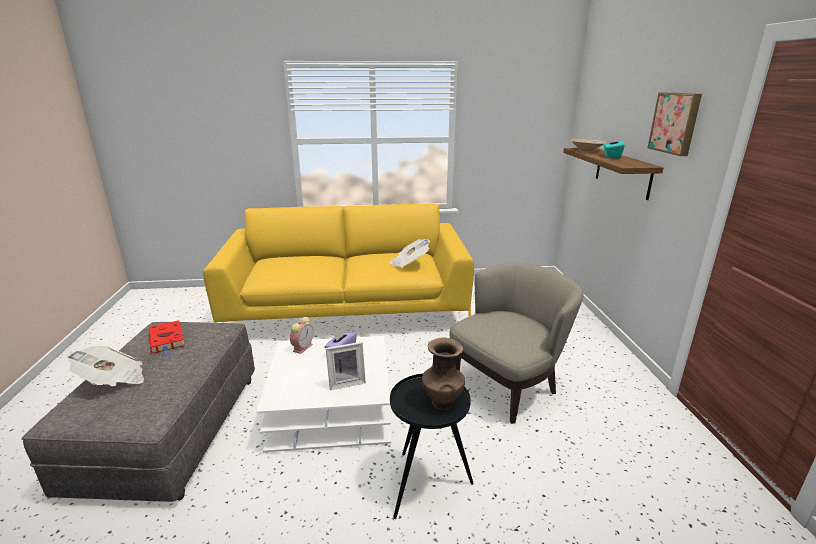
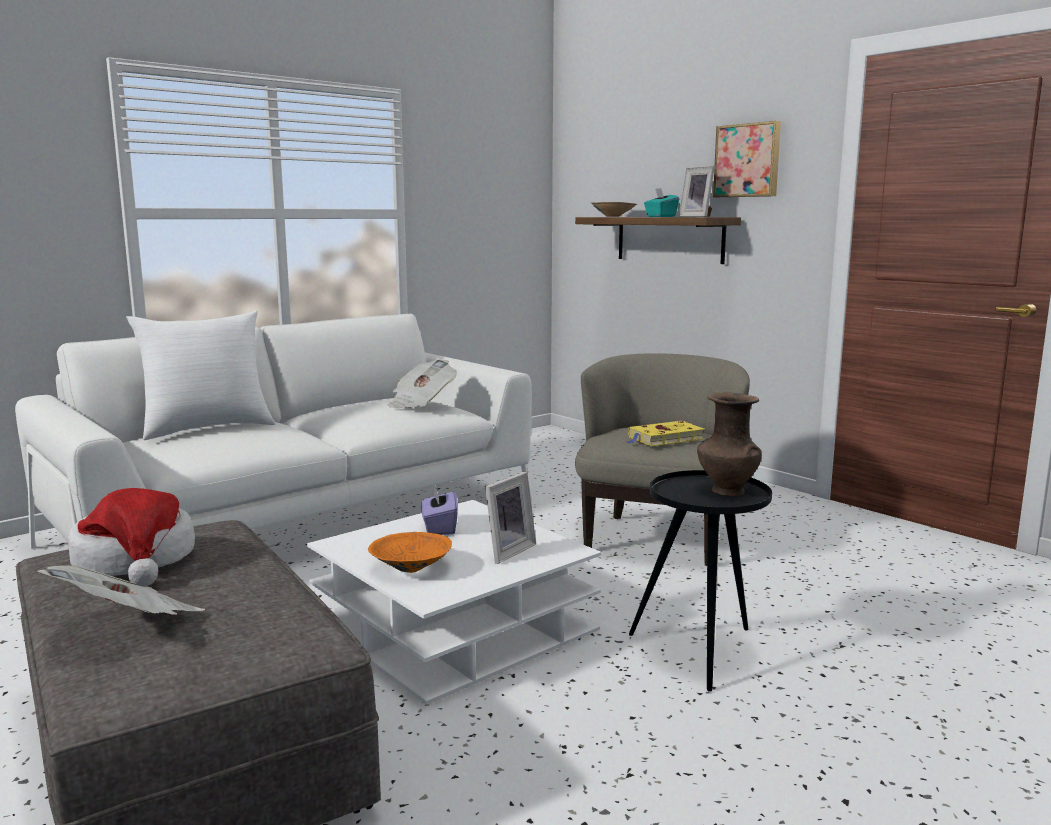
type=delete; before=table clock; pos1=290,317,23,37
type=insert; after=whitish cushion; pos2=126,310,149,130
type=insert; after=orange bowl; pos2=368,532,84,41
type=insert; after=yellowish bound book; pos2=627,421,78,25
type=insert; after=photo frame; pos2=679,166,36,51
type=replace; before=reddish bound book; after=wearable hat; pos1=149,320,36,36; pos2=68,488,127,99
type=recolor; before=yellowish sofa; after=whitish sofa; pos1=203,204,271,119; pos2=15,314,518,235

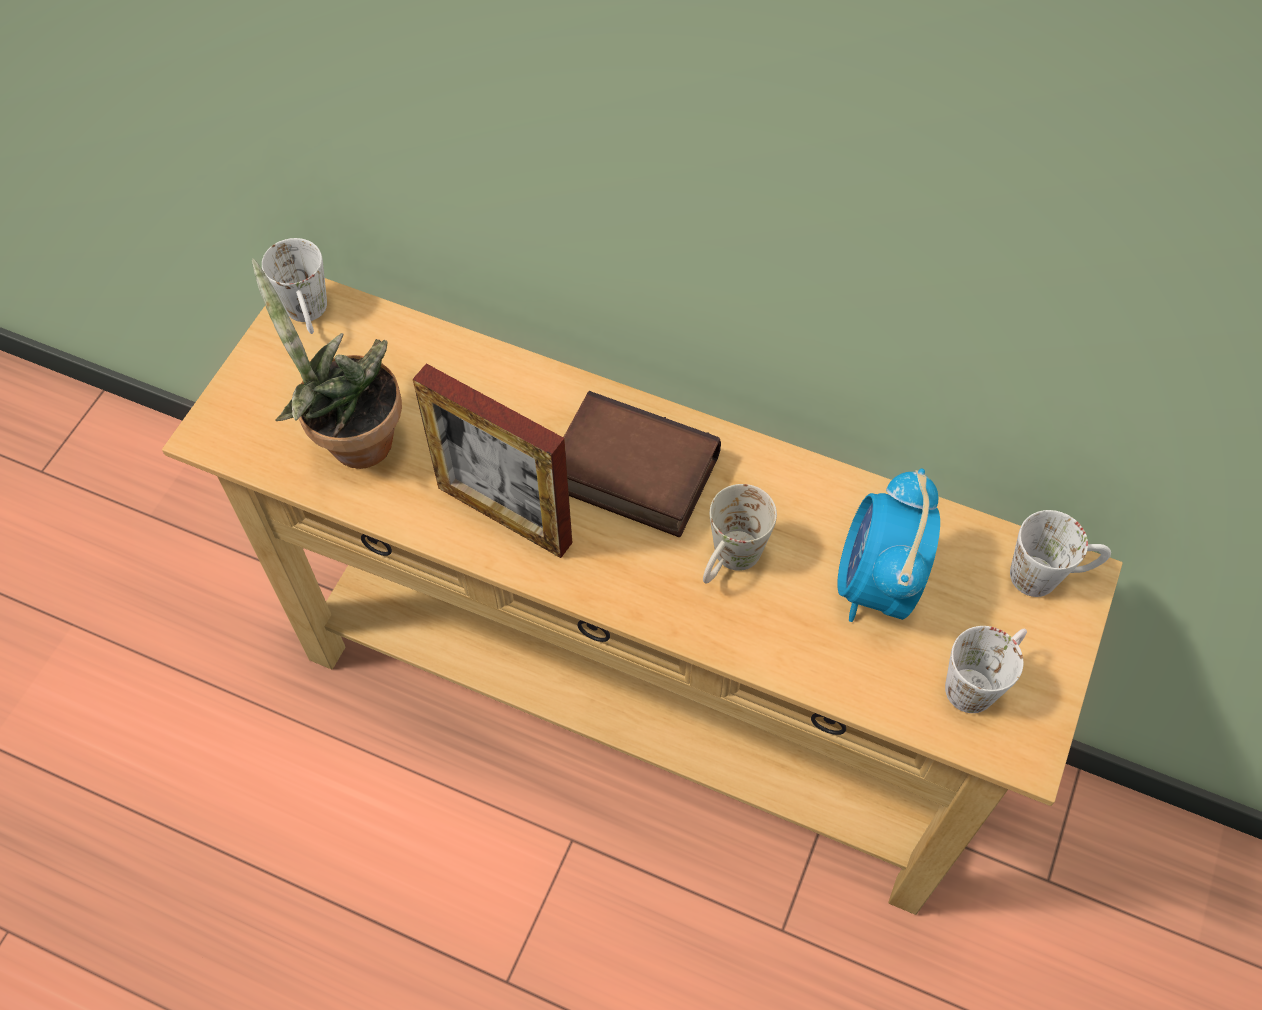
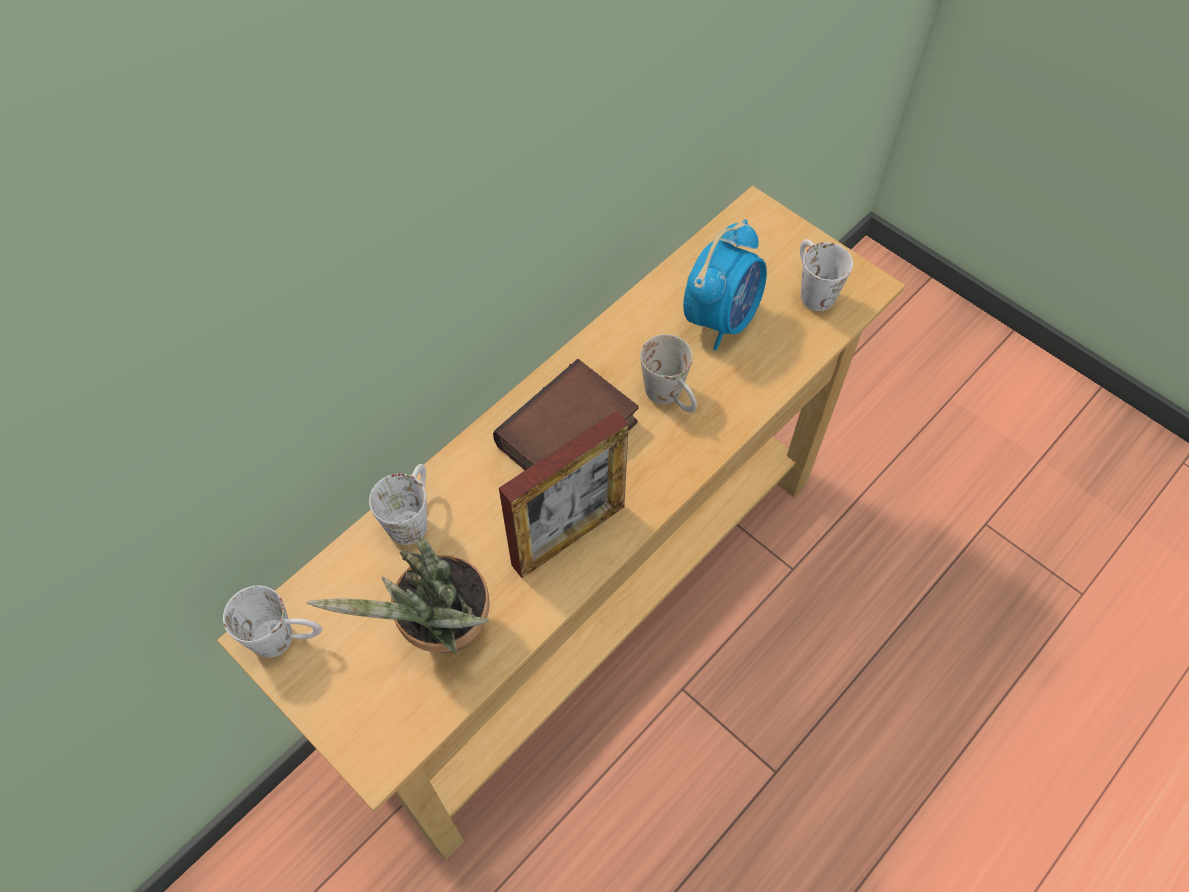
type=move; before=whitish coffee mug; pos1=1010,510,101,87; pos2=369,464,58,81
type=rotate; before=table clock; pos1=837,468,103,154; pos2=683,219,84,132; turn=-90

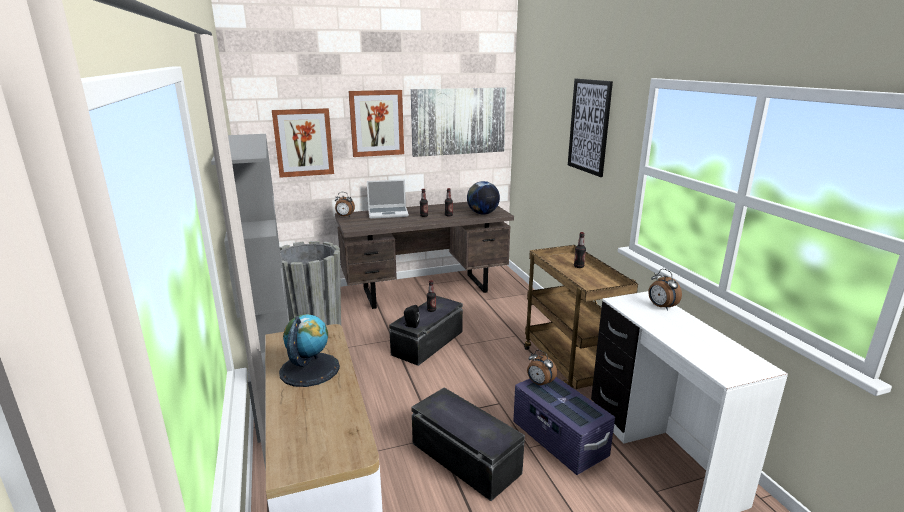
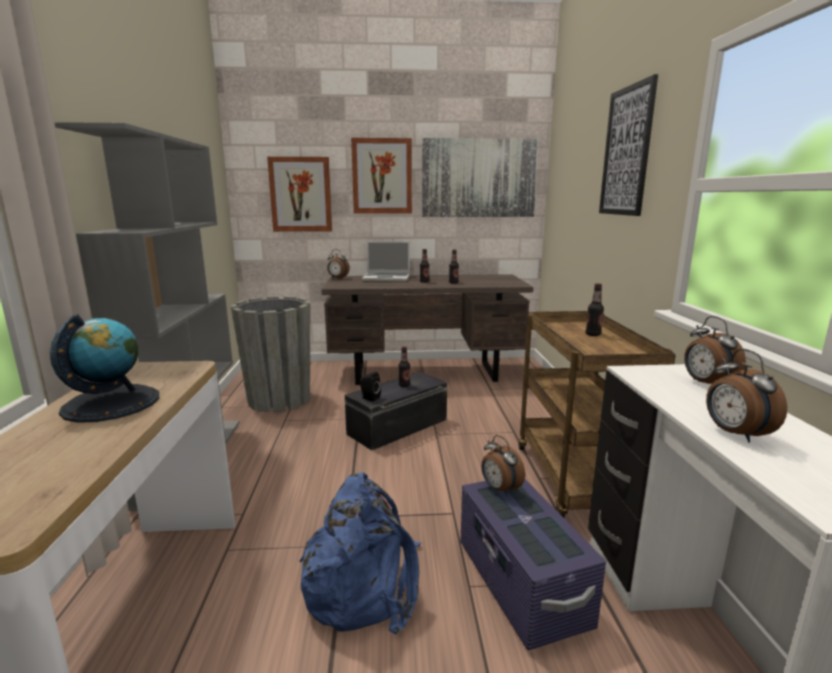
type=delete; before=world globe; pos1=467,181,33,34
type=insert; after=table clock; pos2=706,349,81,93
type=replace; before=black-coloured storage box; after=bluish rucksack; pos1=411,387,114,114; pos2=299,472,122,162

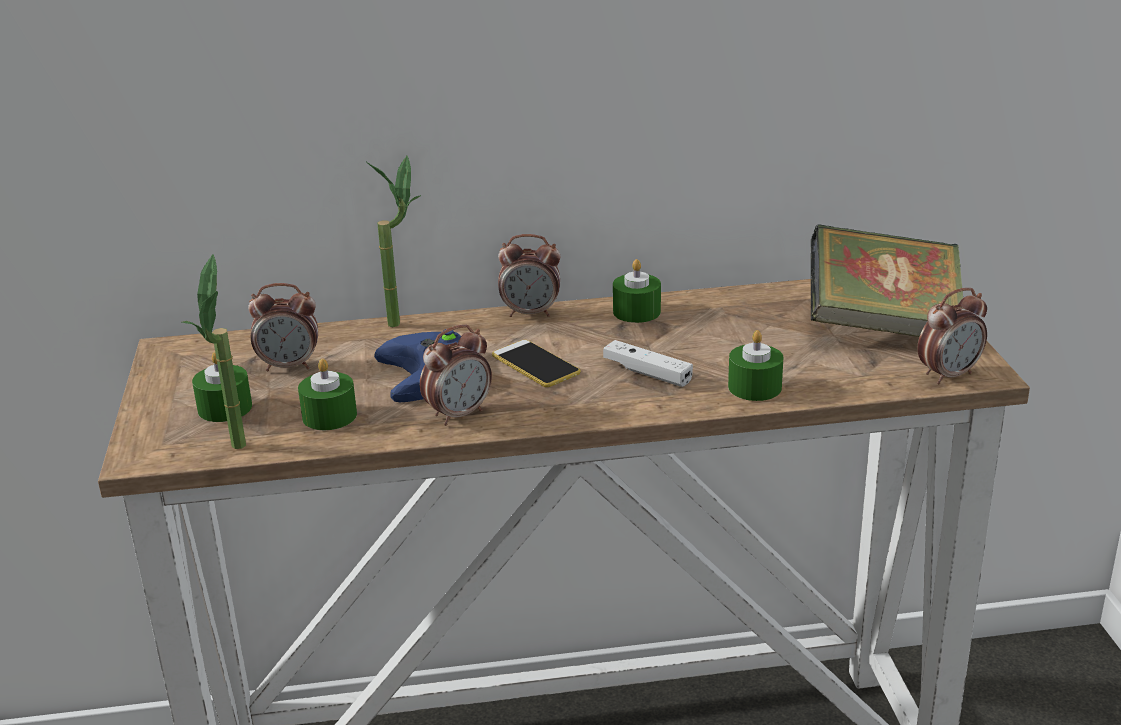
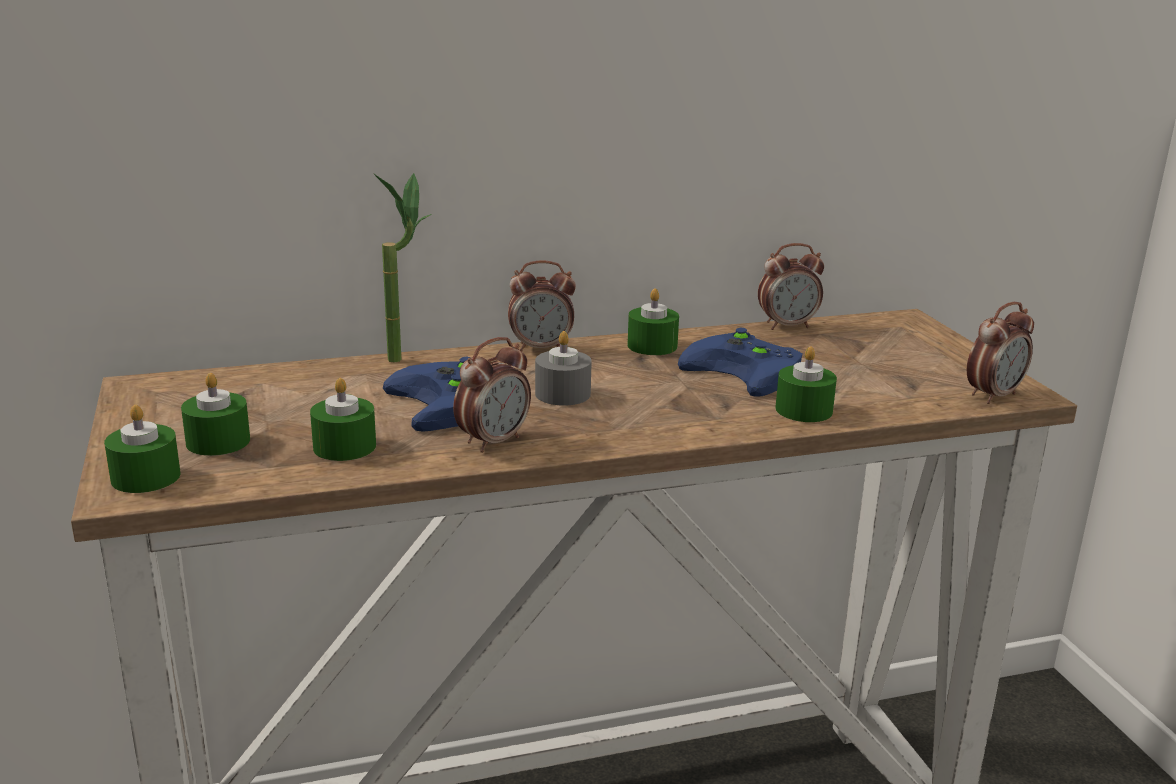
type=delete; before=potted plant; pos1=182,254,64,195
type=delete; before=whitish game controller; pos1=603,340,90,47
type=delete; before=bound book; pos1=811,224,152,113
type=insert; after=greenish wax candle; pos2=104,405,77,88
type=insert; after=bluish game controller; pos2=678,328,125,69
type=move; before=table clock; pos1=248,283,70,88; pos2=758,243,66,87
type=replace; before=handset; after=gray wax candle; pos1=492,340,89,47; pos2=535,331,57,75

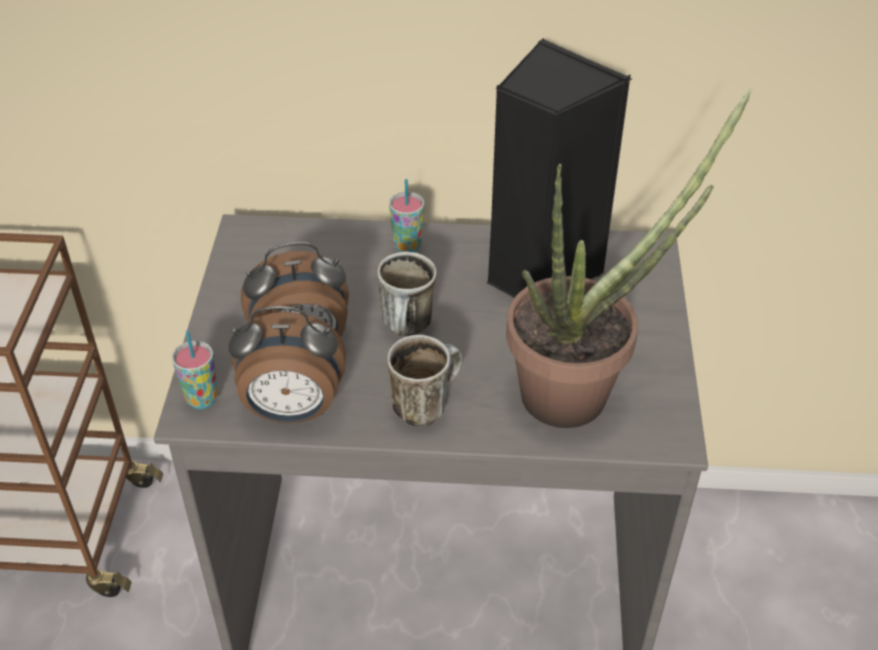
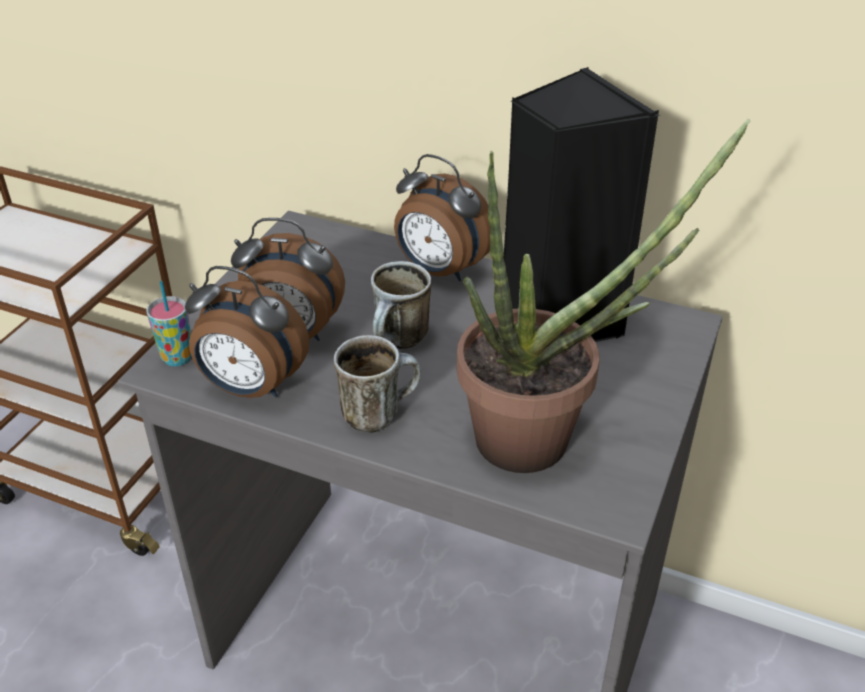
type=replace; before=small cup; after=table clock; pos1=389,179,35,73; pos2=394,154,96,127

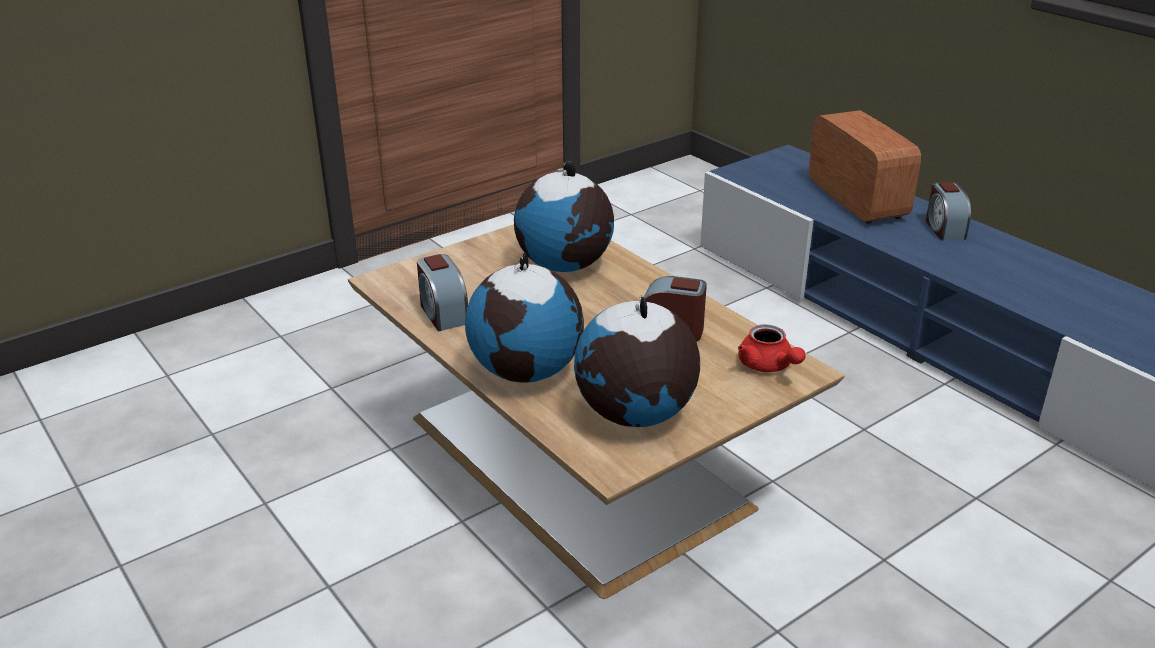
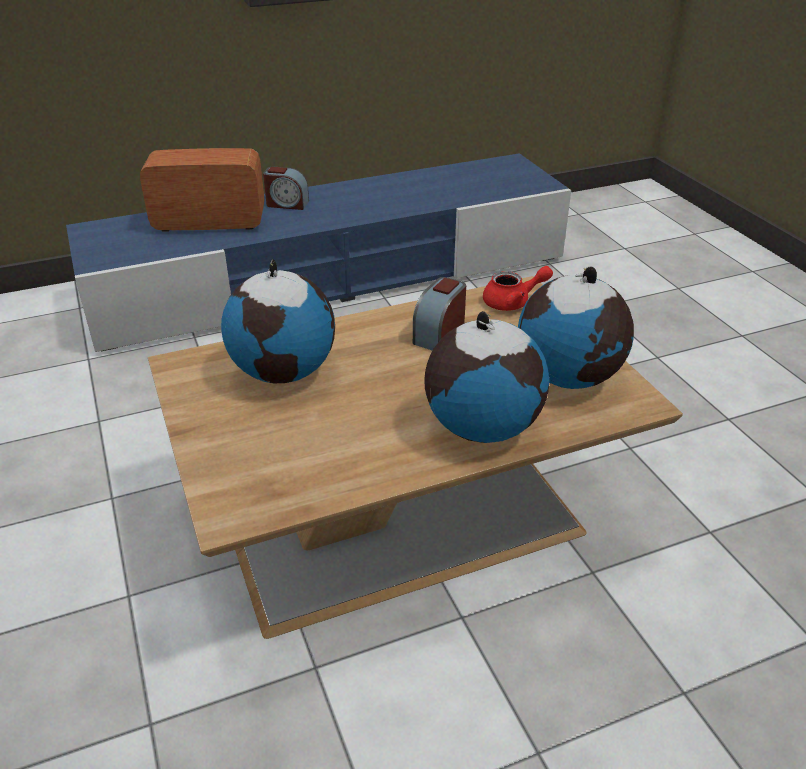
type=delete; before=table clock; pos1=417,254,51,77

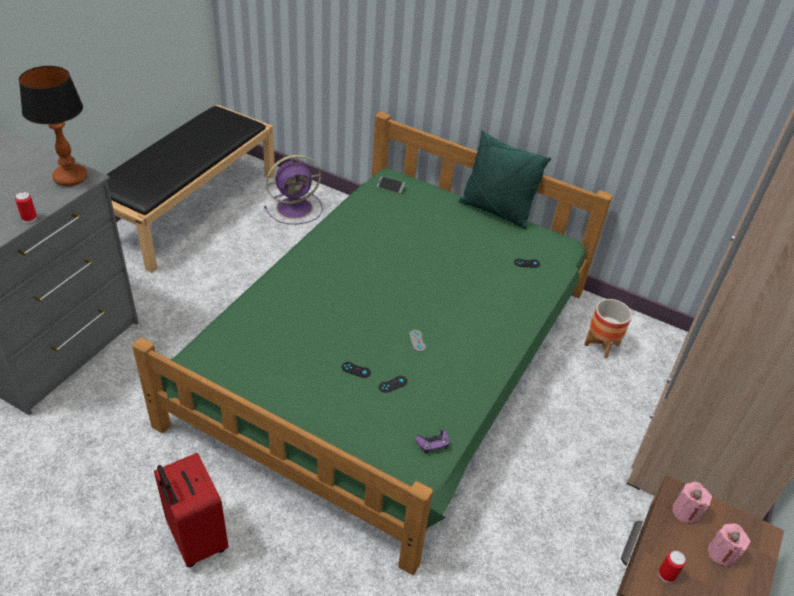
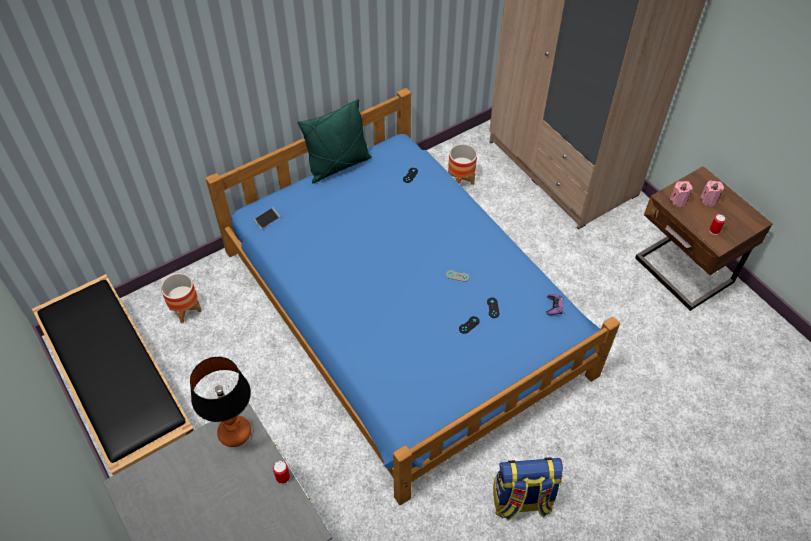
type=replace; before=reddish suitcase; after=rucksack; pos1=154,453,74,114; pos2=493,457,70,64
type=replace; before=purple electric fan; after=plant pot; pos1=264,155,59,69; pos2=161,273,41,50
type=recolor; before=greenish bedroom bed; after=bluish bedroom bed; pos1=132,111,481,464; pos2=206,88,414,417

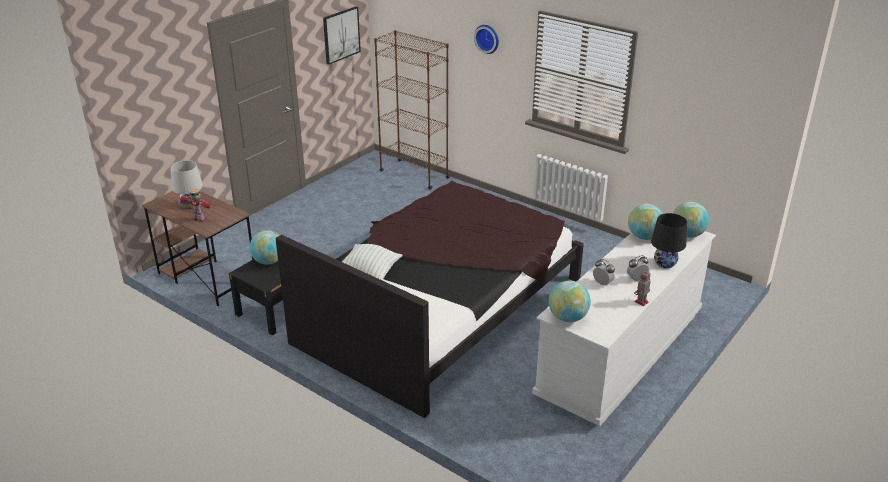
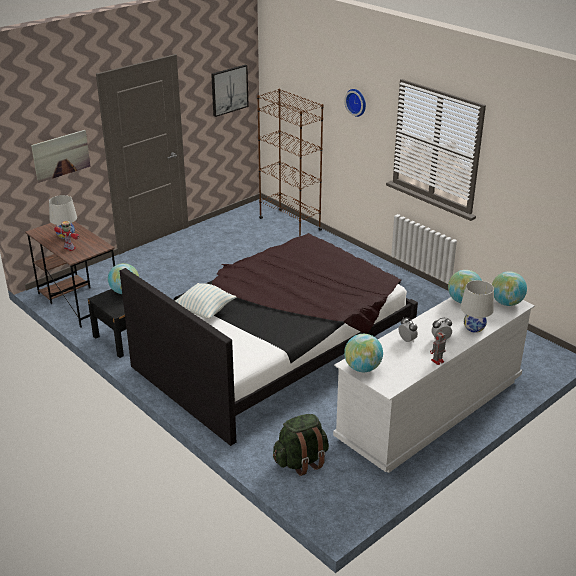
type=insert; after=wall art; pos2=31,130,59,53
type=insert; after=greenish rucksack; pos2=273,414,56,62
type=recolor; before=black-coloured tabletop lamp; after=whitish tabletop lamp; pos1=651,213,36,55; pos2=460,280,34,53

